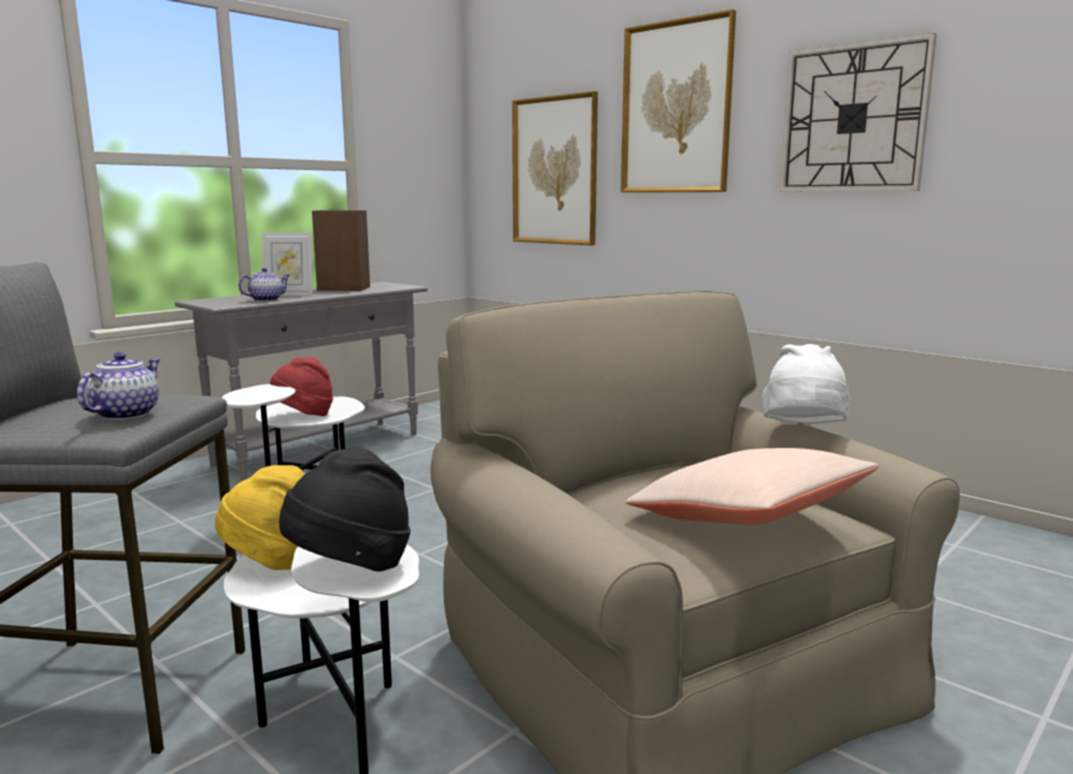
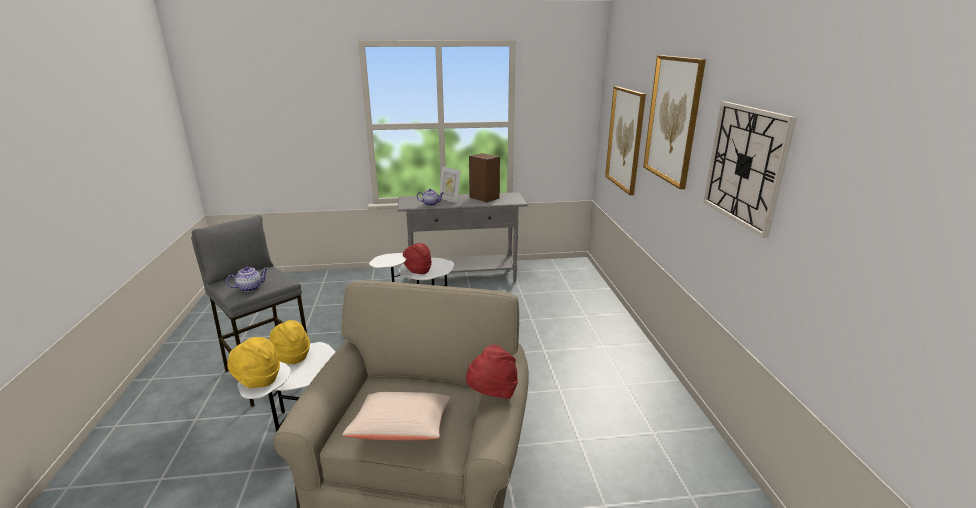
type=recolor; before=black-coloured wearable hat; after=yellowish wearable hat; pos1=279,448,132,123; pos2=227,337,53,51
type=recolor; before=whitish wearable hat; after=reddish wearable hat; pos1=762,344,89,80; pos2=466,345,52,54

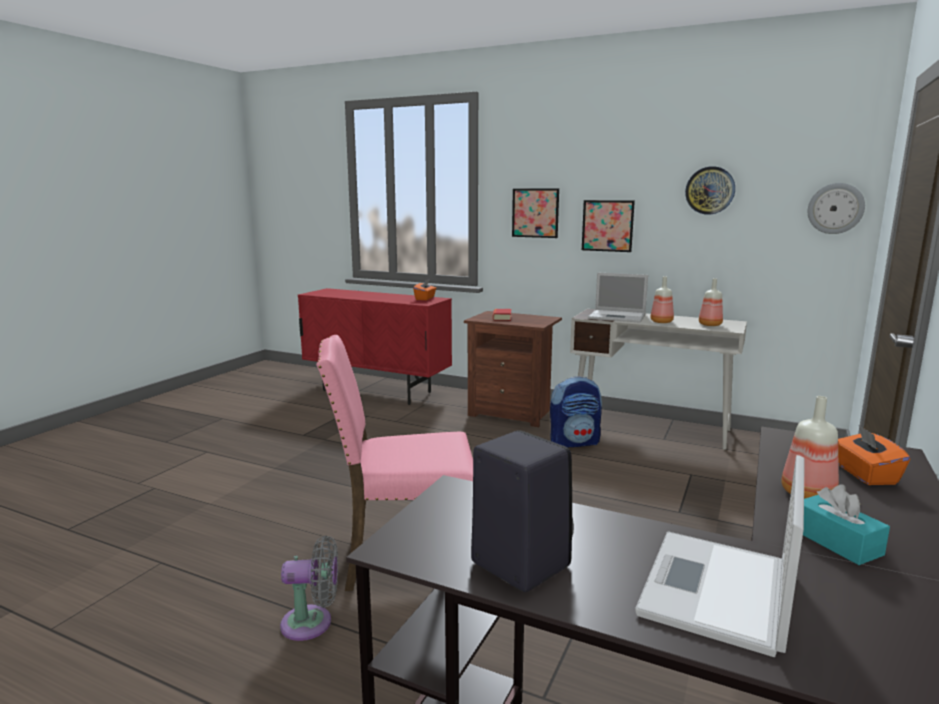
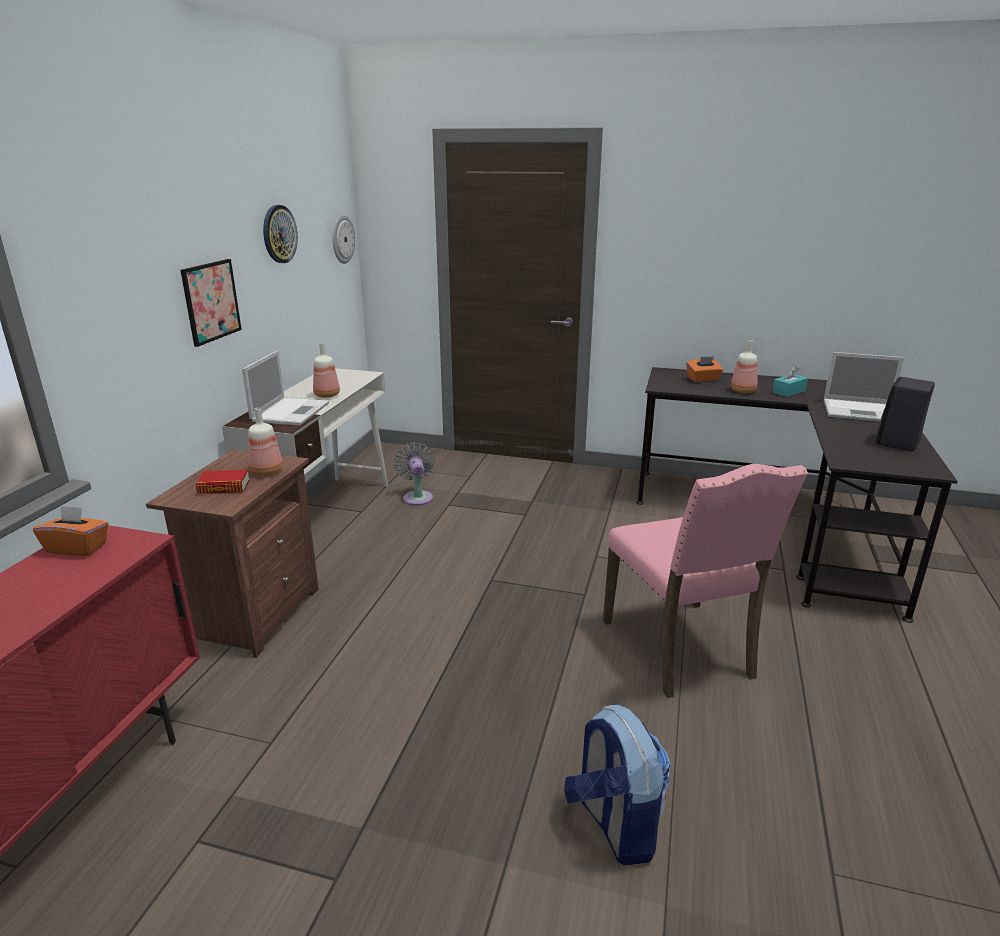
type=delete; before=wall art; pos1=512,189,47,49
type=move; before=gray electric fan; pos1=280,536,58,105; pos2=394,443,41,63
type=move; before=rucksack; pos1=550,376,52,72; pos2=564,705,107,161
type=move; before=drink bottle; pos1=699,278,24,48; pos2=248,408,35,68

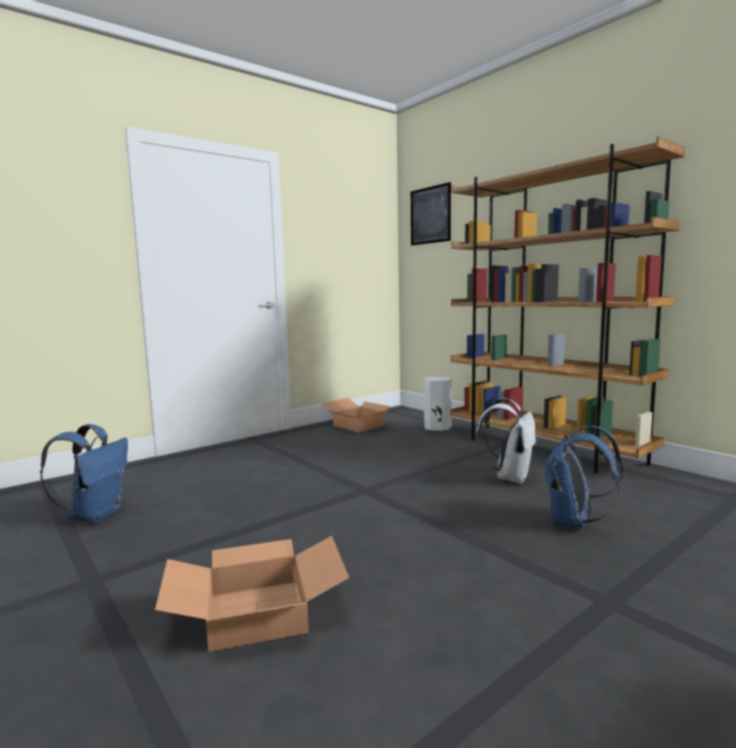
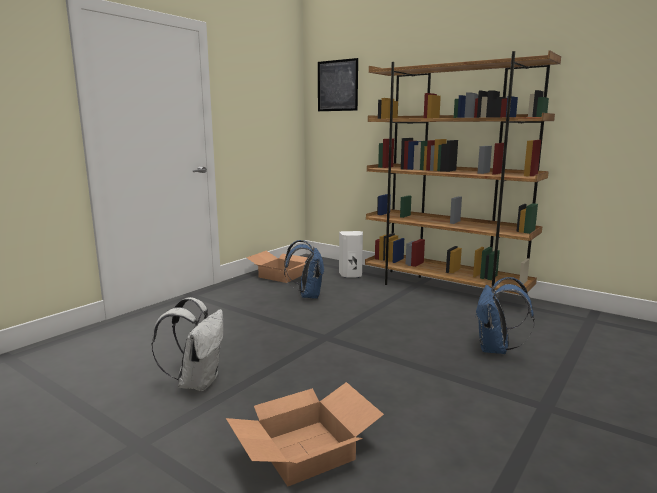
type=move; before=bluish rucksack; pos1=40,424,88,99; pos2=284,240,41,59
type=move; before=whitish rucksack; pos1=475,398,62,86; pos2=151,297,72,94

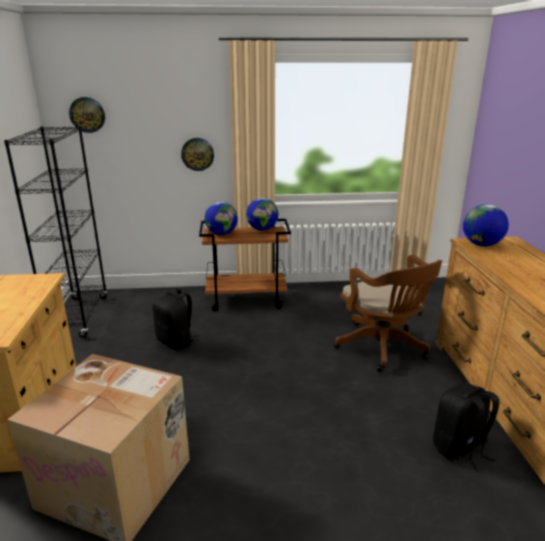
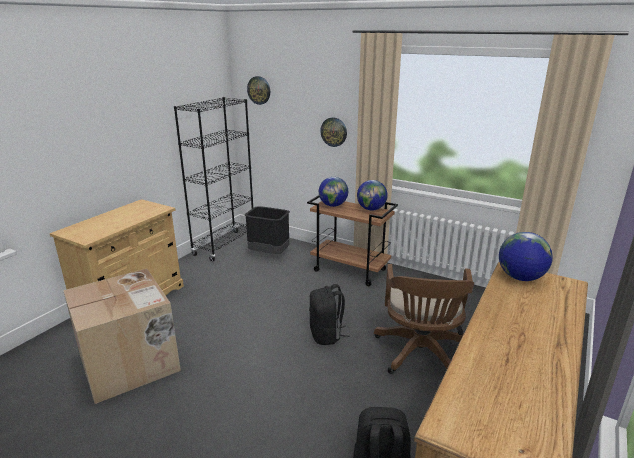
type=insert; after=black-coloured waste bin; pos2=244,206,46,48
type=move; before=black-coloured rucksack; pos1=153,288,46,62; pos2=309,284,41,61

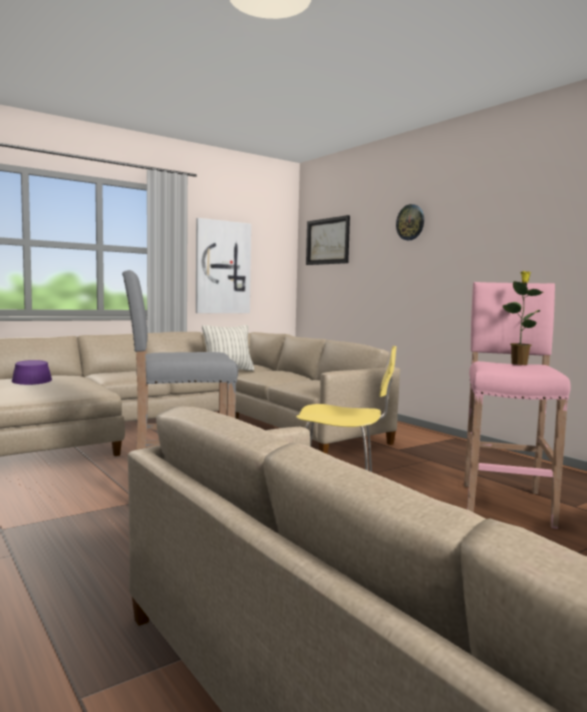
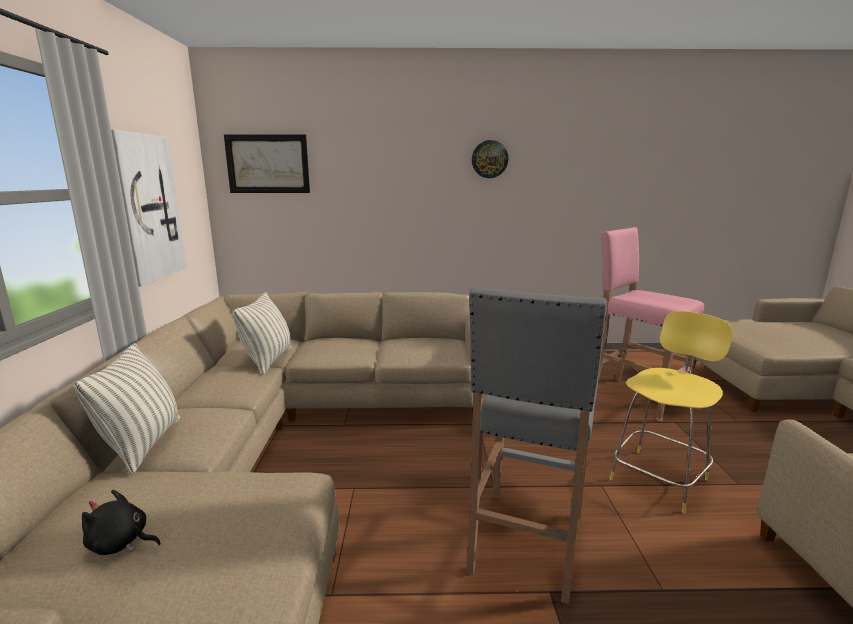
type=delete; before=potted plant; pos1=503,271,42,94
type=insert; after=cushion; pos2=73,343,107,131
type=move; before=wall clock; pos1=396,204,28,36; pos2=472,140,36,38
type=replace; before=purple wearable hat; after=black-coloured cuddly toy; pos1=12,360,40,25; pos2=82,490,79,65

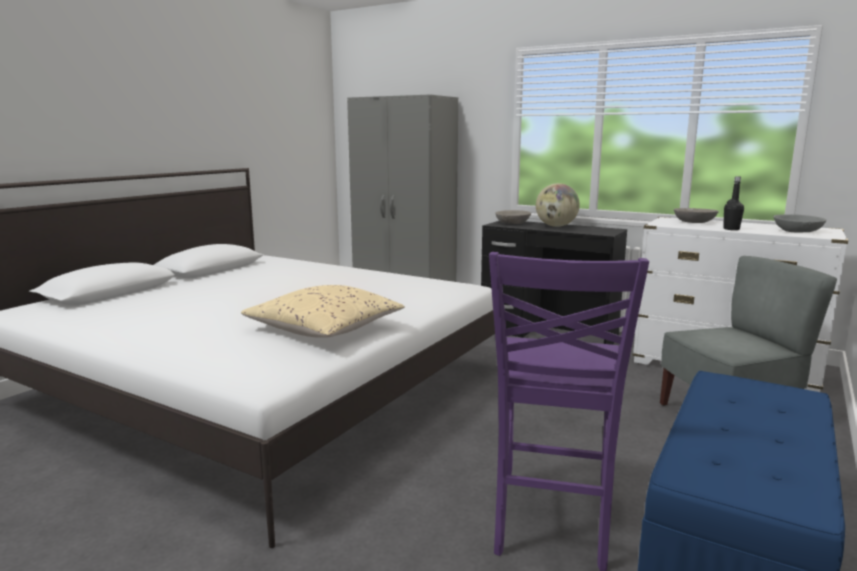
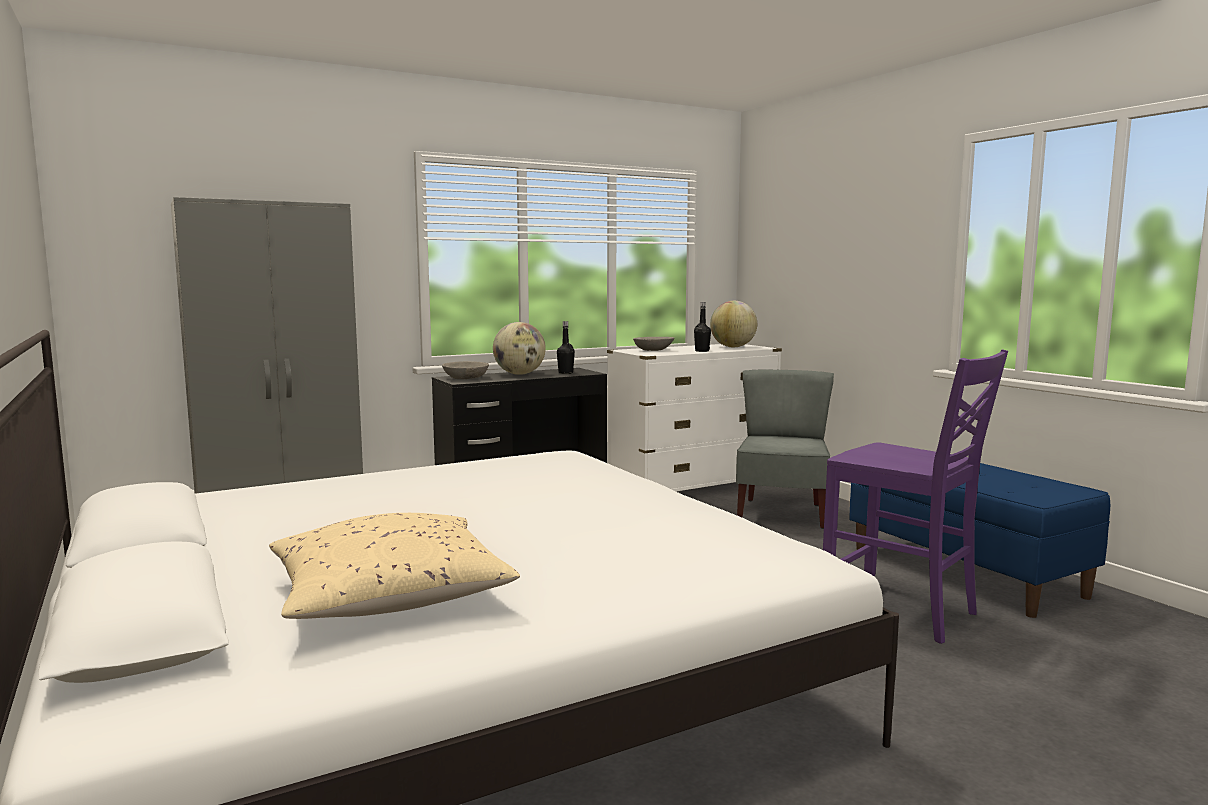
type=insert; after=black-coloured drink bottle; pos2=557,321,18,53
type=move; before=sand-coloured cushion; pos1=241,285,164,53; pos2=269,513,251,106
type=replace; before=gray bowl; after=world globe; pos1=773,214,53,19; pos2=710,301,47,46

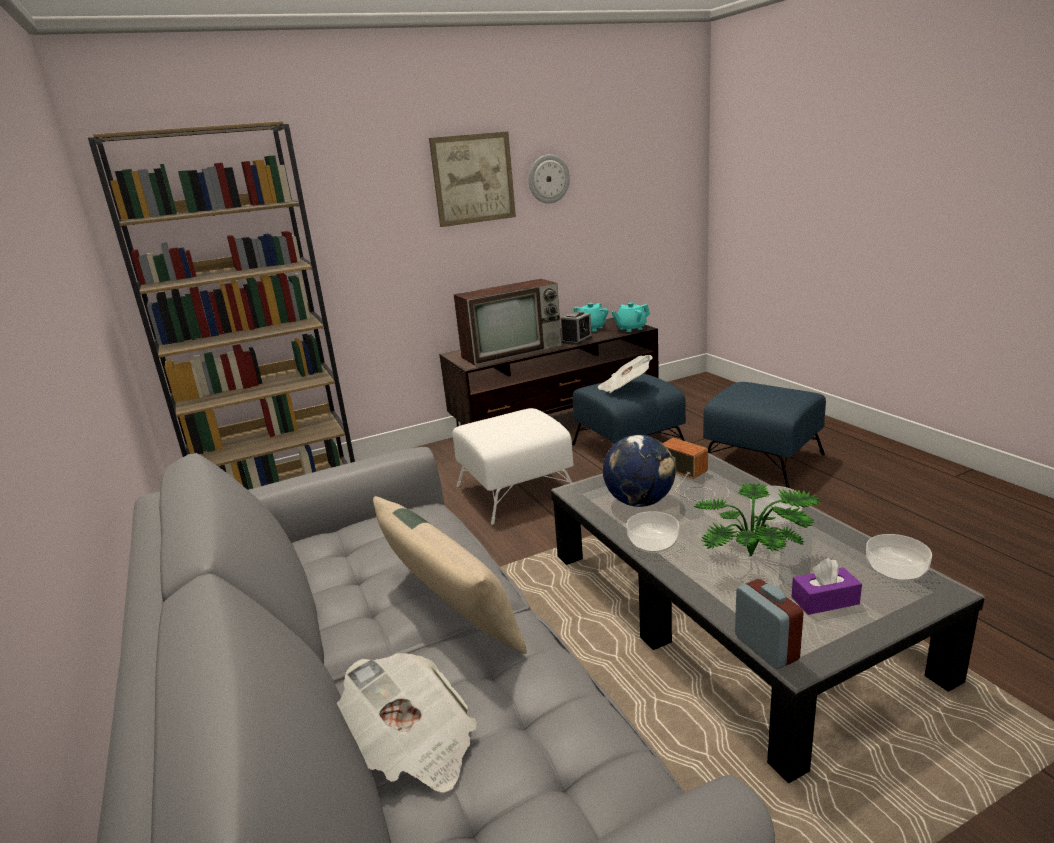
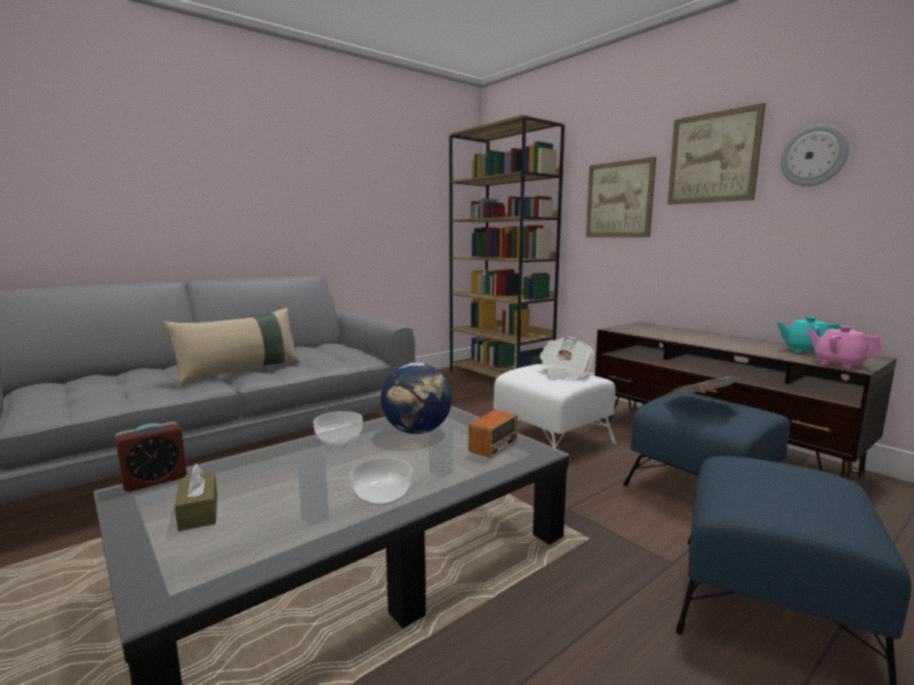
type=delete; before=television; pos1=454,279,108,87
type=delete; before=table clock; pos1=560,312,32,33
type=delete; before=potted plant; pos1=694,483,128,74
type=delete; before=bowl; pos1=866,534,66,48
type=insert; after=wall art; pos2=586,157,70,80
type=move; before=newspaper; pos1=337,653,140,140; pos2=539,337,56,43
type=recolor; before=turquoise-coloured teapot; after=pinkish teapot; pos1=612,303,38,29; pos2=808,326,73,43
type=recolor; before=purple tissue holder; after=brown-coloured tissue holder; pos1=791,558,71,57; pos2=175,463,42,68

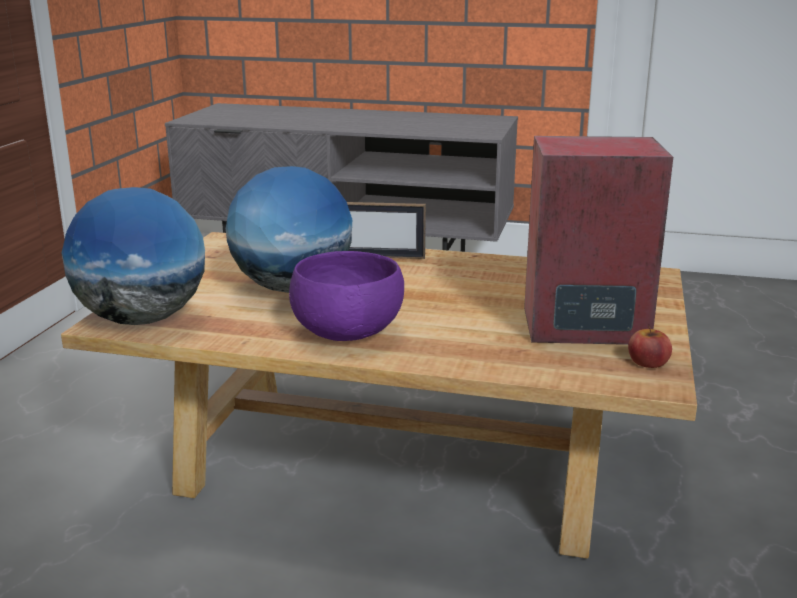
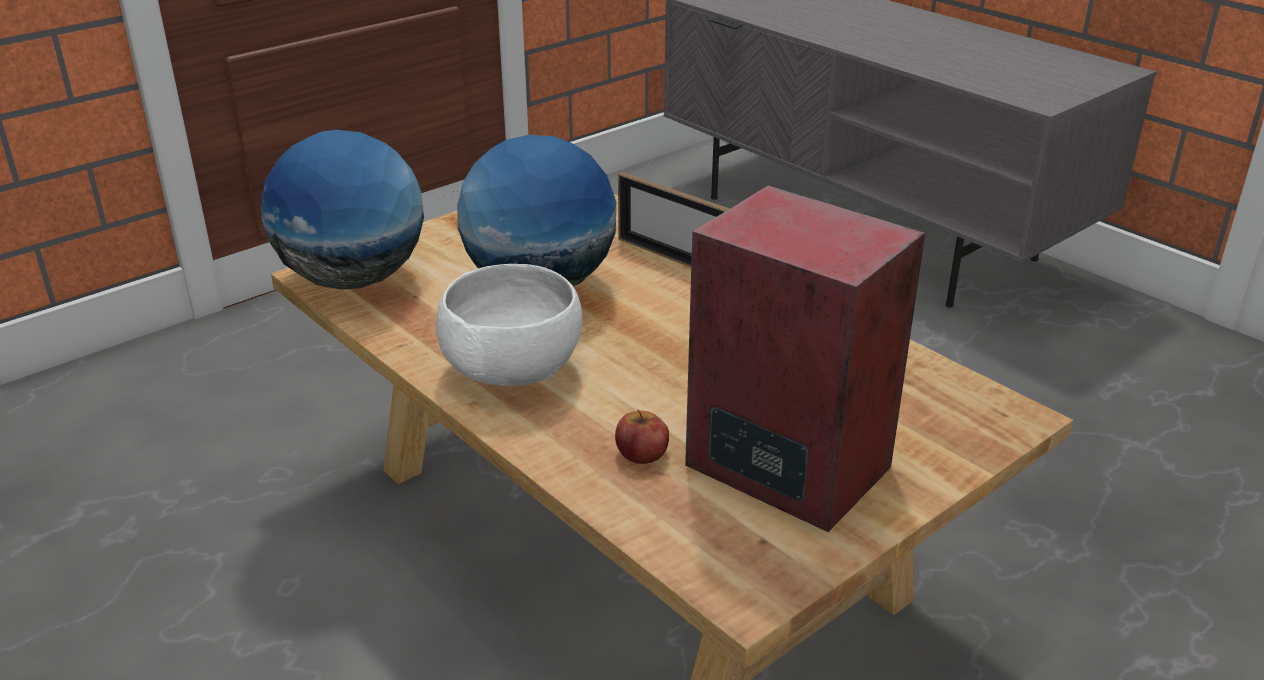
type=move; before=apple fruit; pos1=628,326,44,42; pos2=615,410,54,54
type=recolor; before=purple bowl; after=whitish bowl; pos1=289,251,115,90; pos2=436,264,146,122

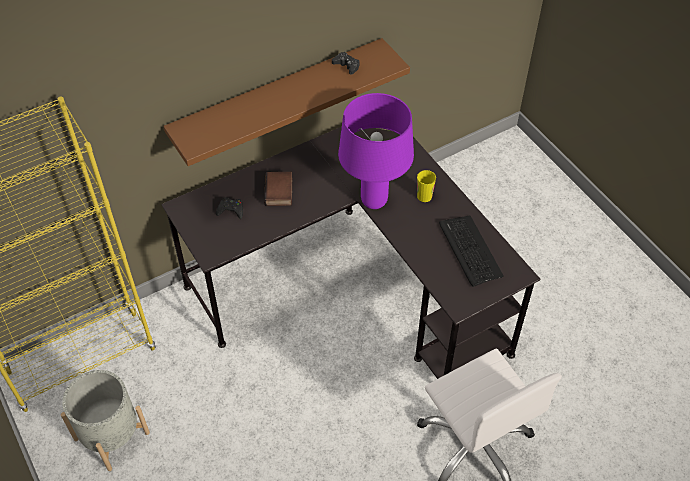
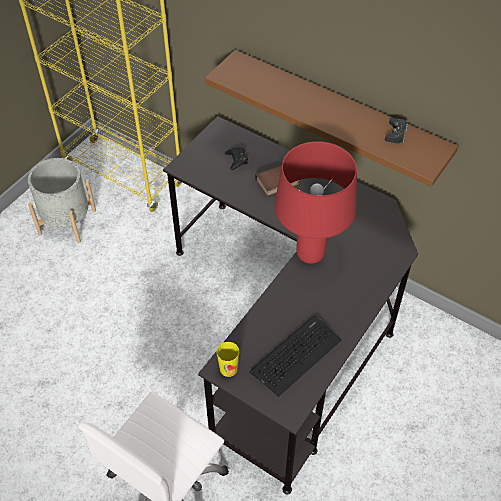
type=move; before=small cup; pos1=417,170,19,32; pos2=216,342,23,35
type=recolor; before=purple tabletop lamp; after=reddish tabletop lamp; pos1=338,93,76,116; pos2=274,141,83,123

